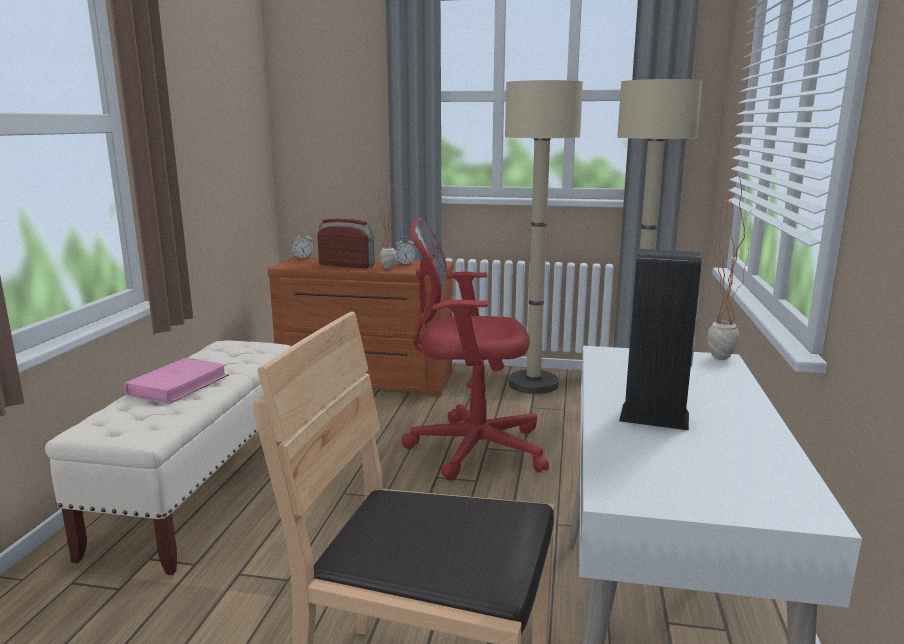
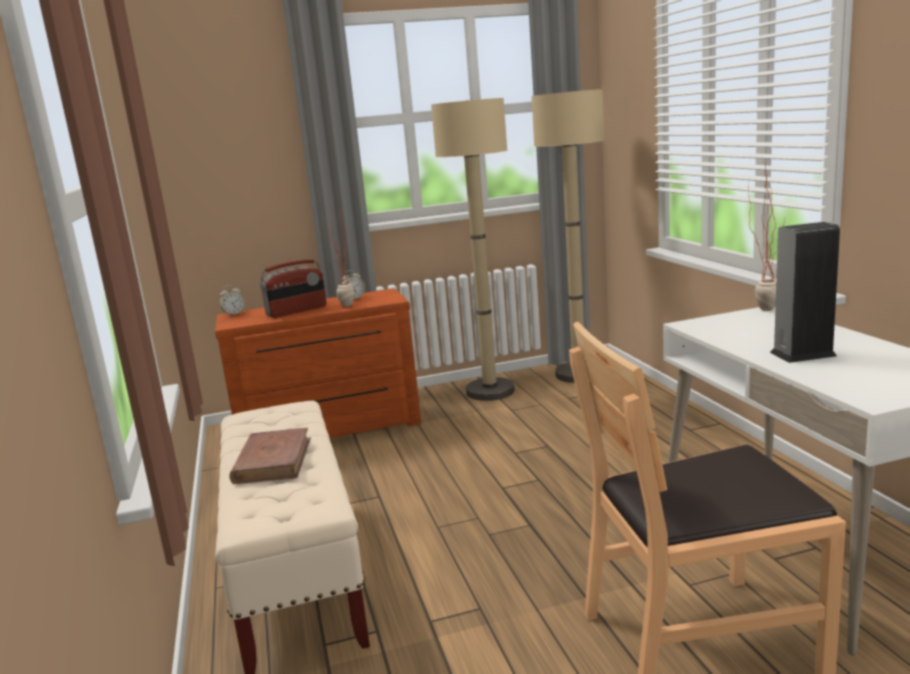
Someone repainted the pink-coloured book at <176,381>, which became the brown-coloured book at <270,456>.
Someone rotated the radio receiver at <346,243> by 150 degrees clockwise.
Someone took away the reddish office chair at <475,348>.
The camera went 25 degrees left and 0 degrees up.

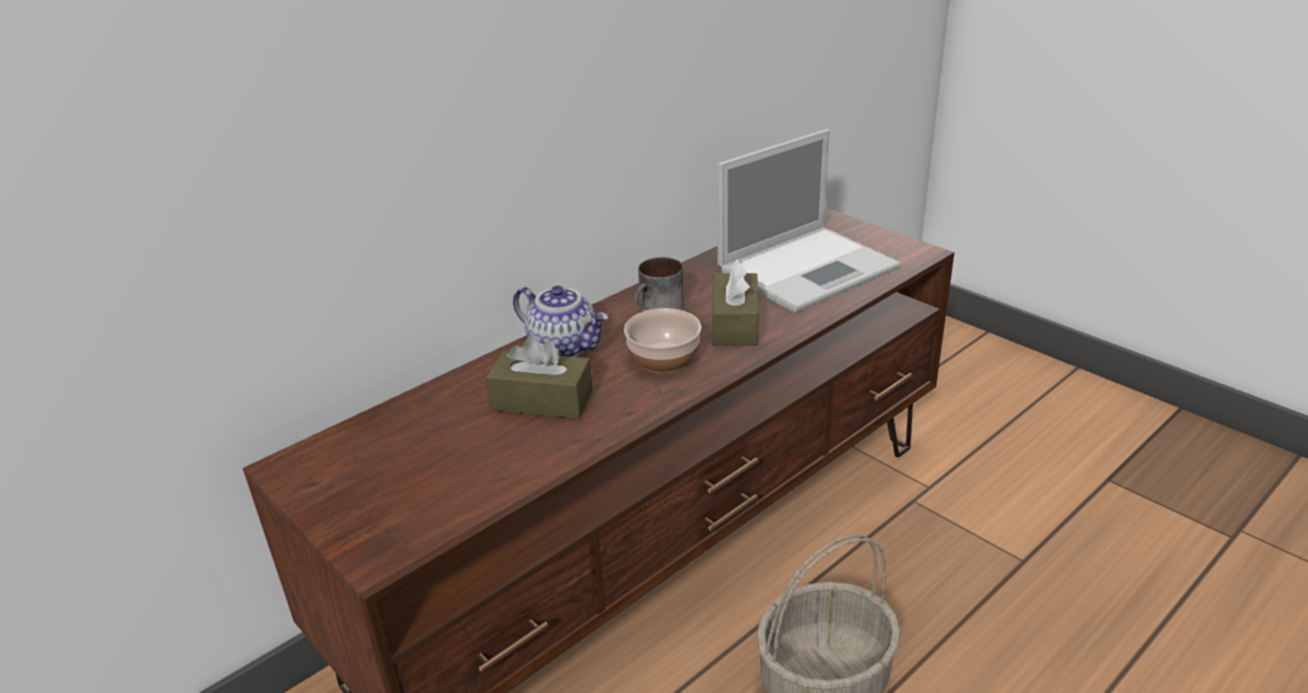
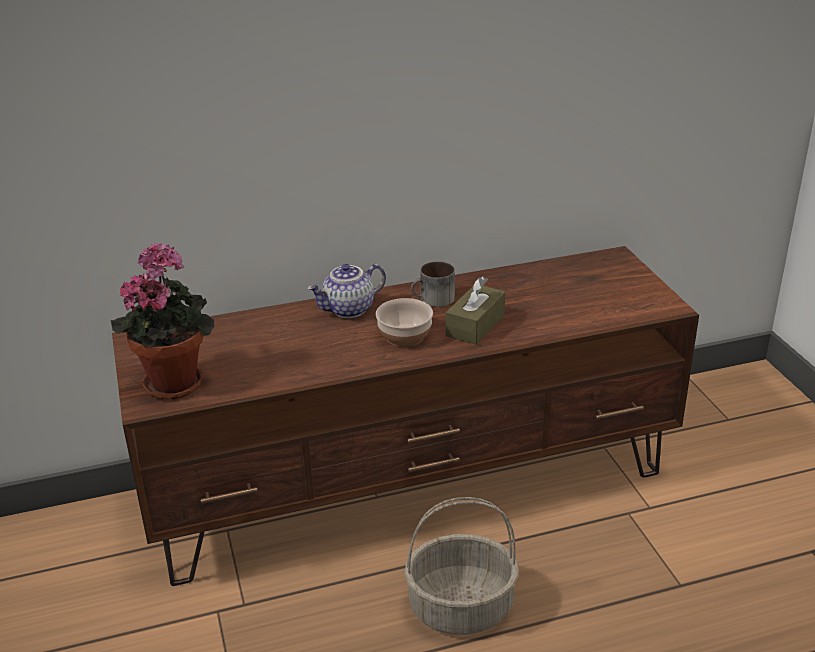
Someone took away the brown-coloured box of tissues at <539,377>.
Someone rotated the tea pot at <560,321> by 90 degrees clockwise.
Someone took away the portable computer at <809,221>.
Someone put down the houseplant at <162,321>.
The camera went 25 degrees right and 0 degrees up.

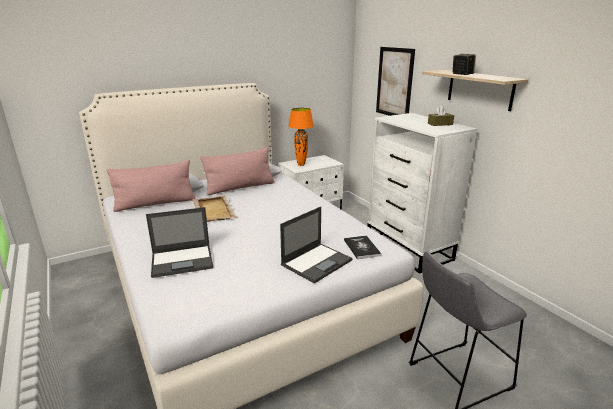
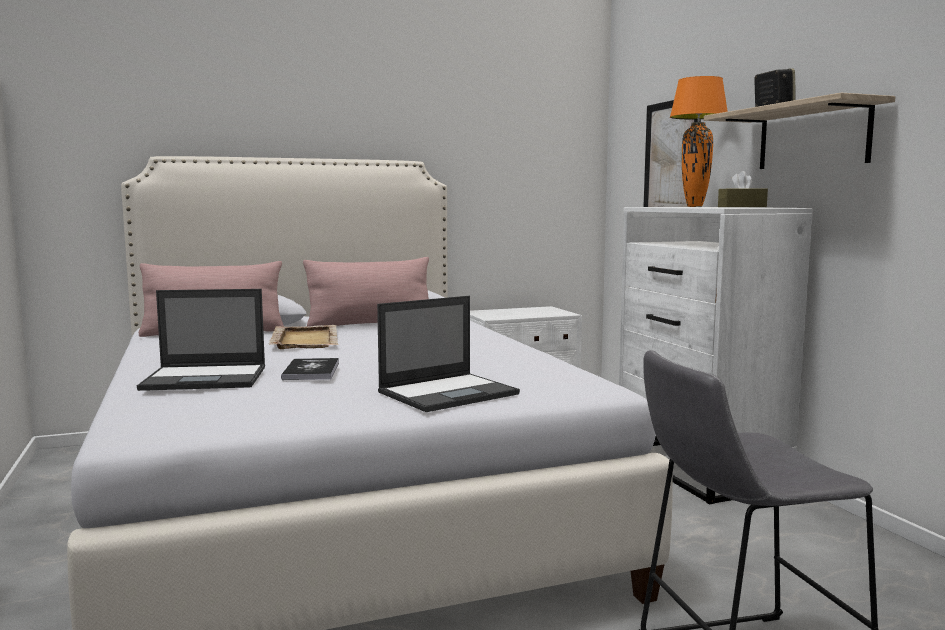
Someone carried the orange-coloured tabletop lamp from <301,137> to <699,141>.
Someone carried the book from <362,247> to <310,369>.
The camera went 10 degrees right and 15 degrees down.

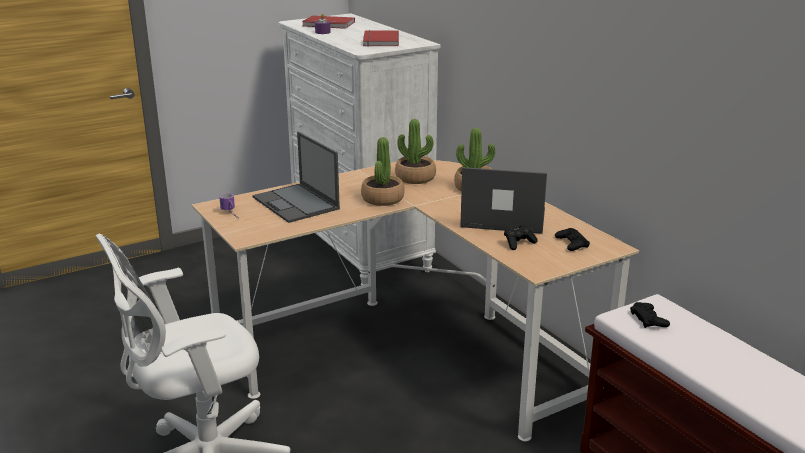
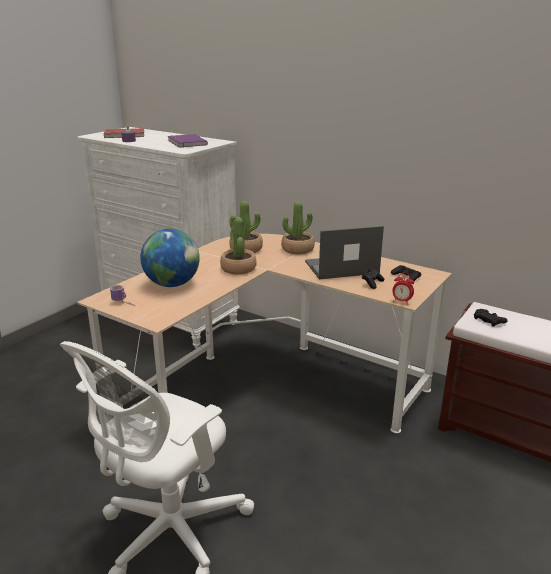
Someone swapped the portable computer at <296,177> for the world globe at <170,258>.
Someone repainted the reddish book at <381,38>, which became the purple-coloured book at <188,141>.
Someone put down the bedside clock at <403,289>.
The camera went 25 degrees left and 0 degrees up.

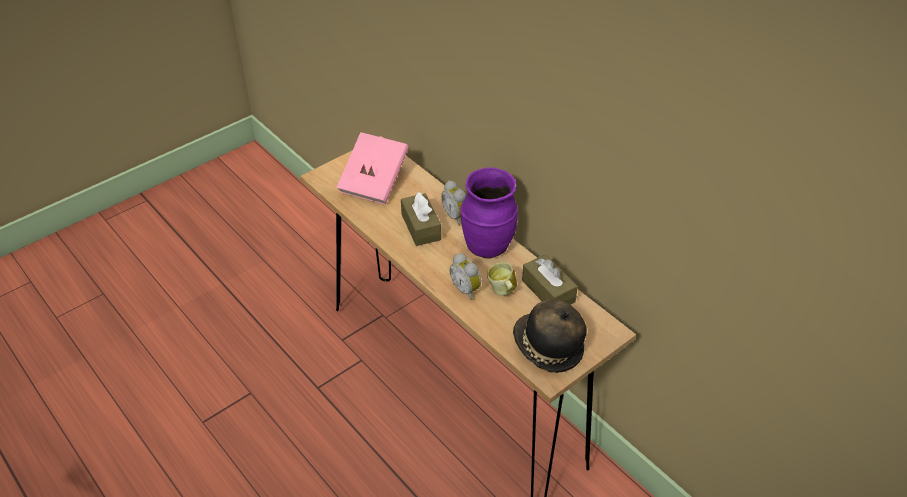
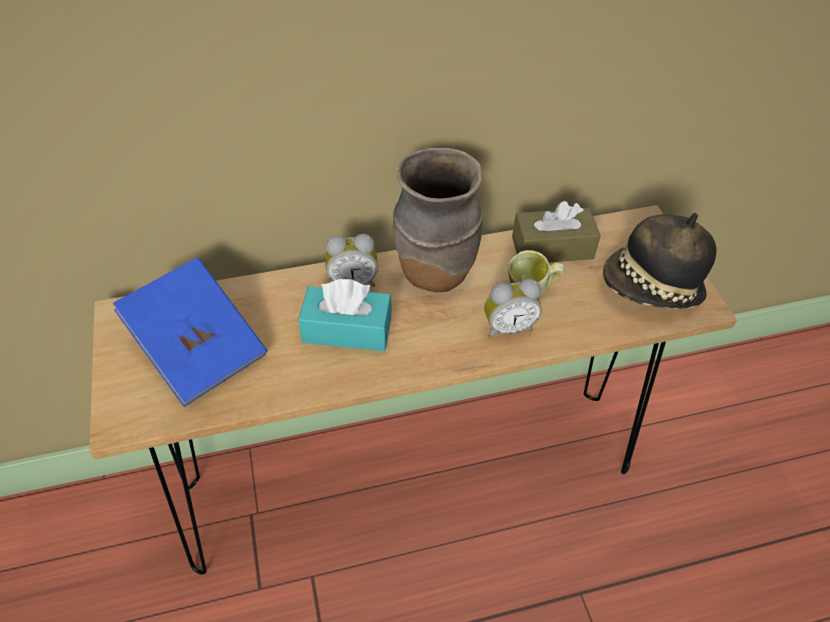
Someone repainted the pink-coloured book at <372,168>, which became the bluish book at <190,332>.
Someone repainted the brown-coloured box of tissues at <421,219>, which became the blue-green box of tissues at <345,315>.
Someone repainted the purple-coloured decorative vase at <489,212>, which became the brown-coloured decorative vase at <438,220>.
The camera went 65 degrees left and 5 degrees up.

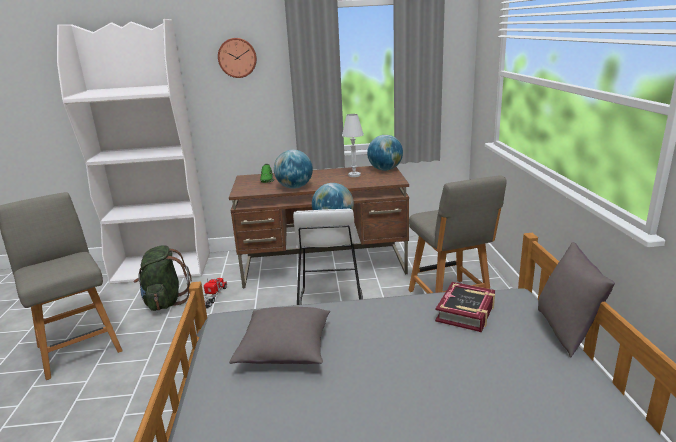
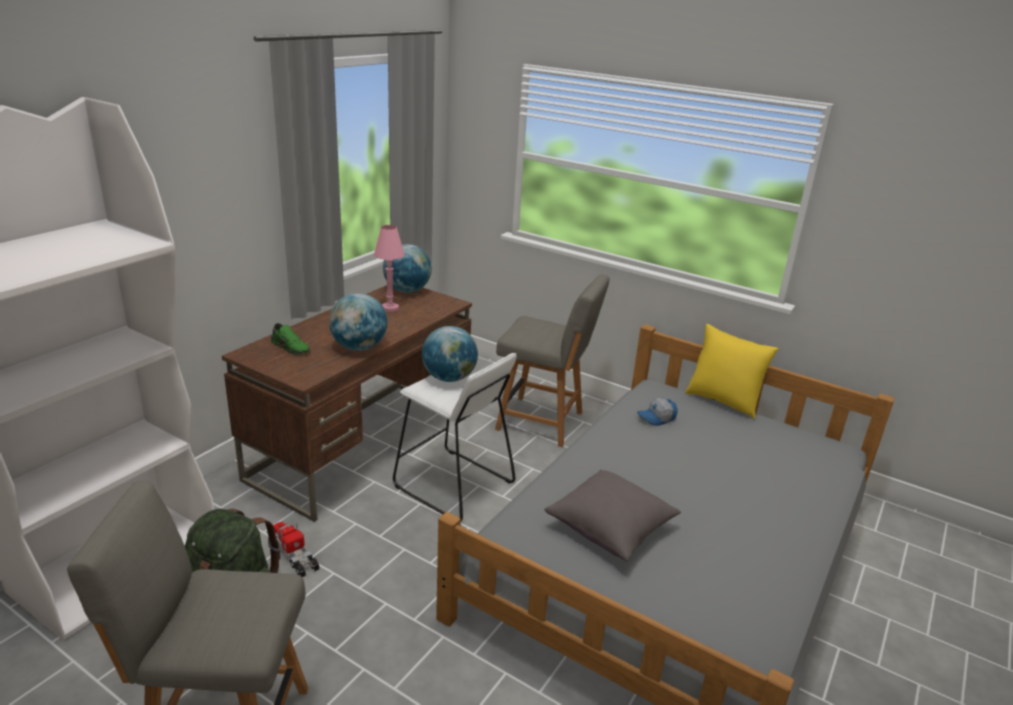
Someone took away the hanging clock at <237,58>.
Someone repainted the whitish tabletop lamp at <353,145>, which became the pink-coloured tabletop lamp at <389,268>.
Someone swapped the book at <465,307> for the peaked cap at <657,412>.
Someone repainted the gray cushion at <576,300>, which became the yellow-coloured cushion at <732,371>.
The camera went 55 degrees left and 5 degrees up.

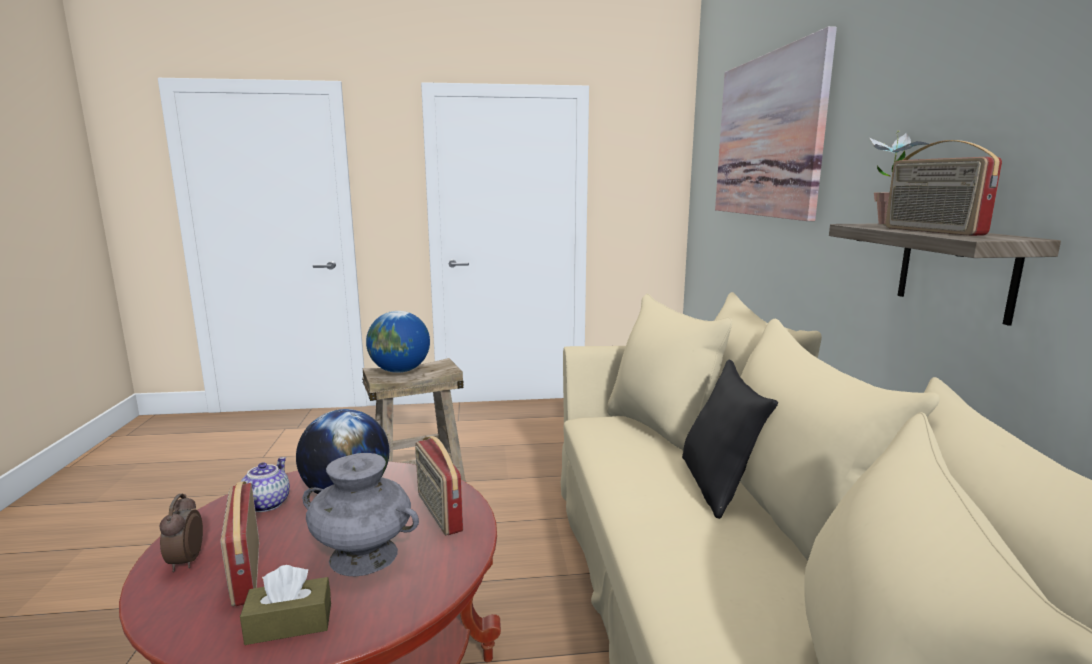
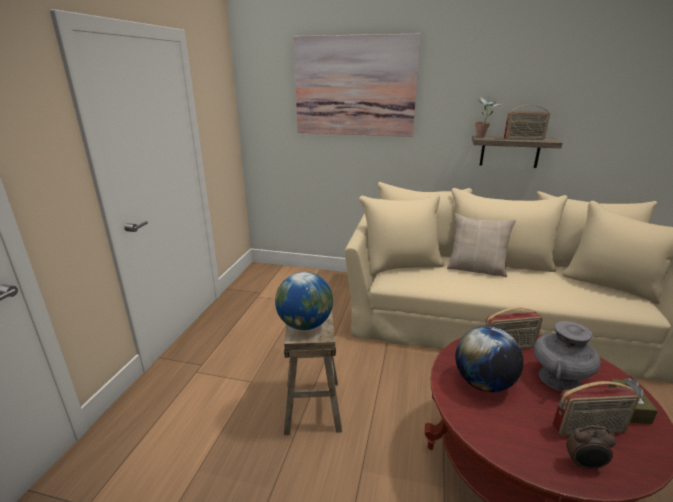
Someone took away the tea pot at <265,484>.
Someone repainted the black-coloured cushion at <730,439>, which became the beige-coloured cushion at <481,245>.
The camera went 70 degrees left and 10 degrees up.

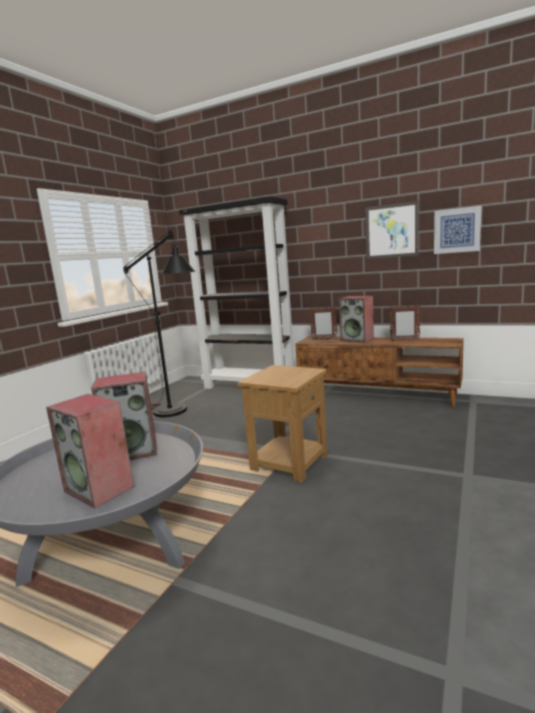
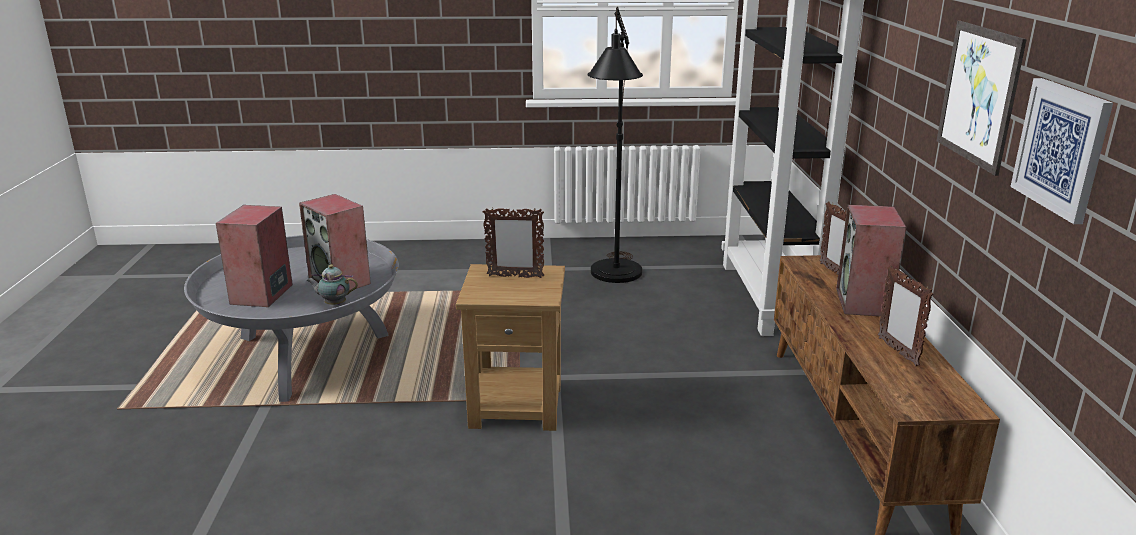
Someone put down the tea pot at <332,284>.
Someone put down the photo frame at <513,243>.
The camera went 60 degrees right and 10 degrees up.

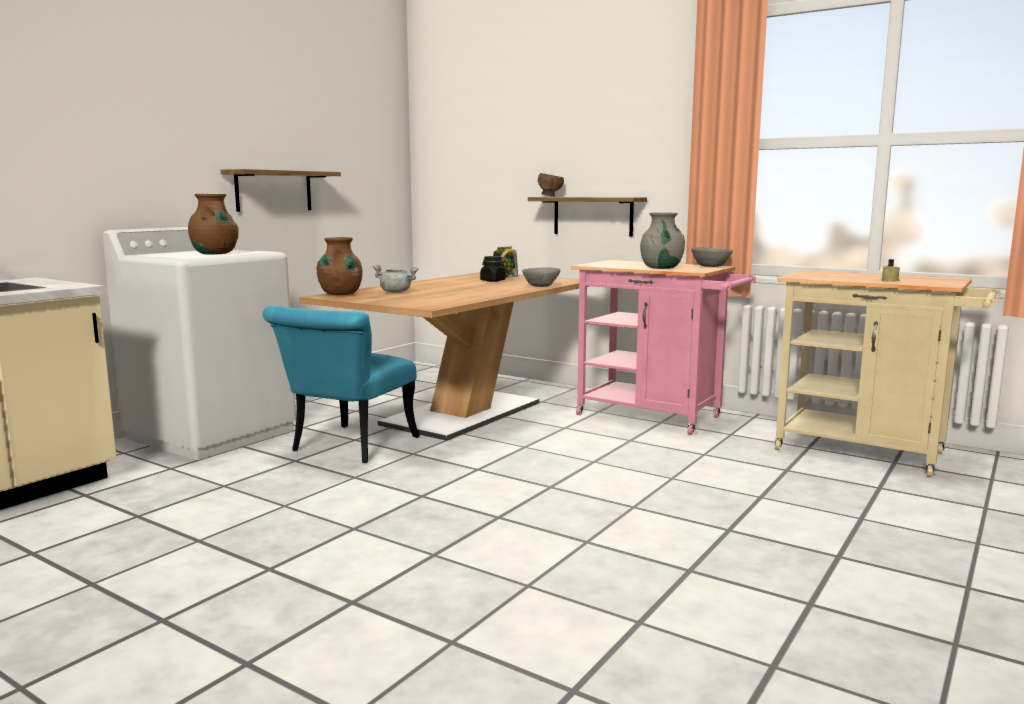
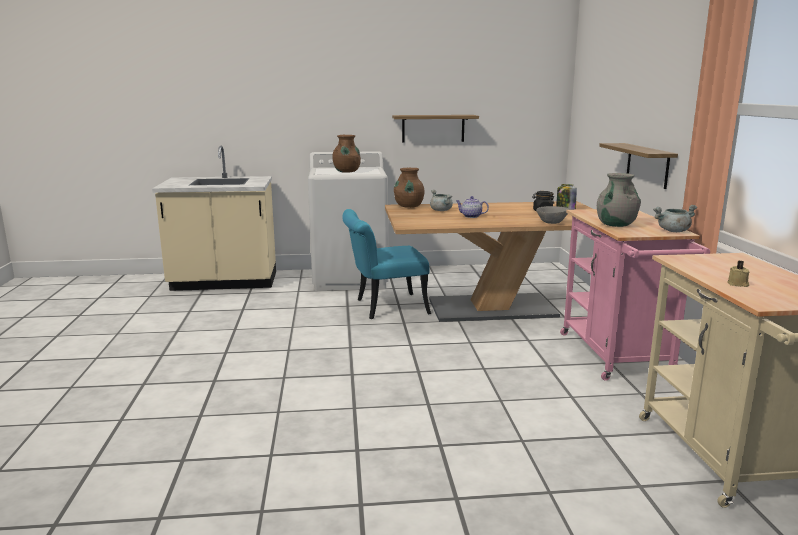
Someone took away the brown-coloured serving bowl at <551,185>.
Someone swapped the gray serving bowl at <712,257> for the gray stockpot at <675,218>.
Someone put down the tea pot at <472,207>.
The camera went 50 degrees right and 5 degrees up.

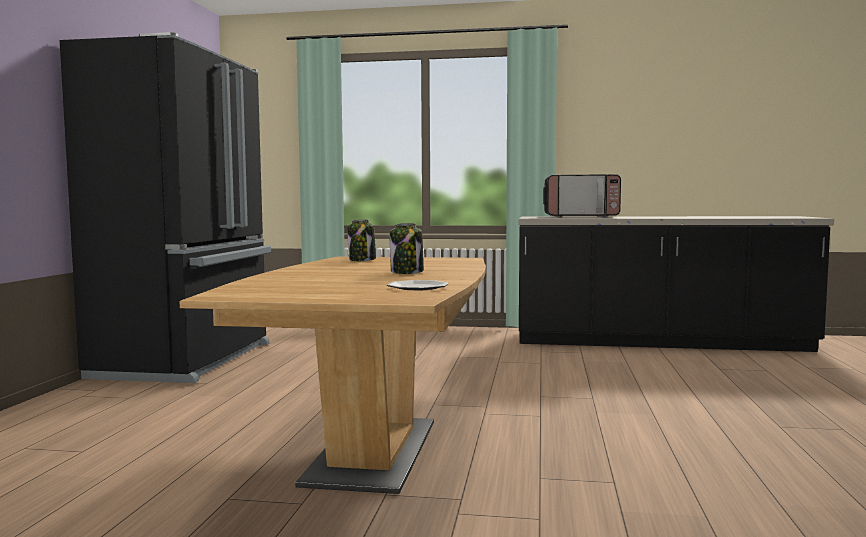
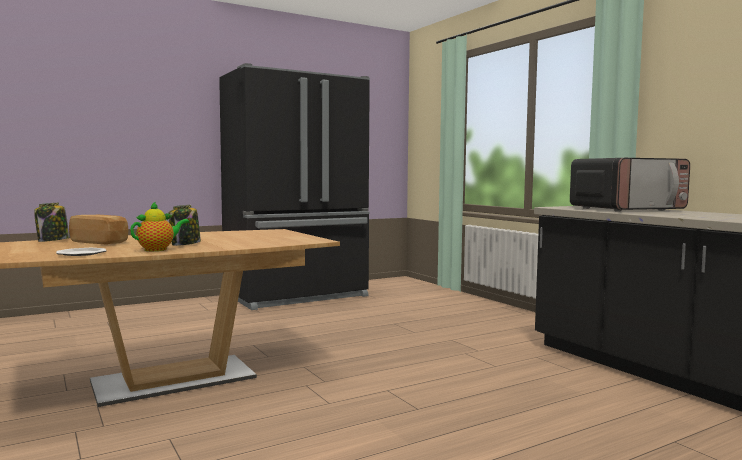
Someone carried the preserve jar from <361,240> to <52,222>.
Someone rotated the microwave oven at <582,196> by 75 degrees counterclockwise.
Someone put down the bread at <99,229>.
Someone put down the tea pot at <159,226>.
The camera went 50 degrees right and 0 degrees up.

